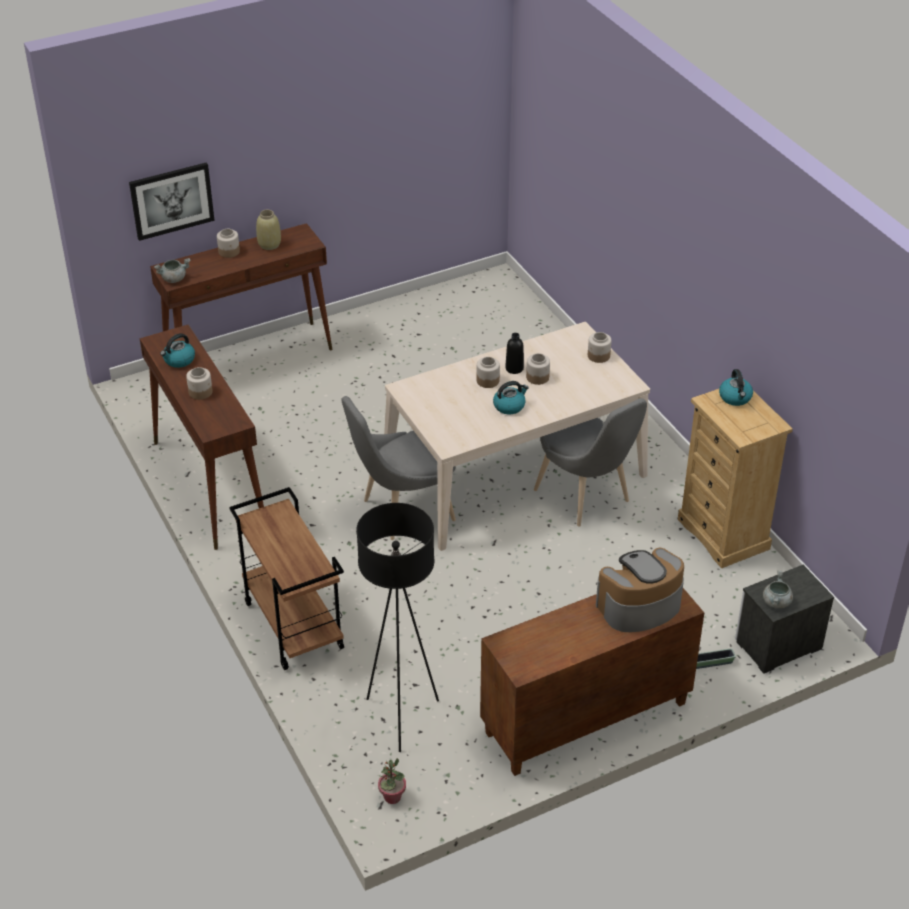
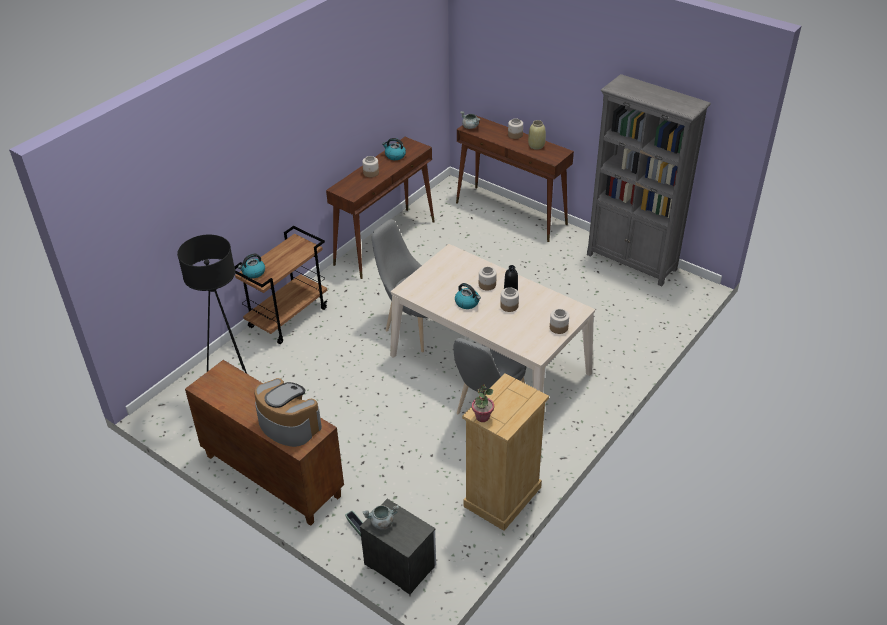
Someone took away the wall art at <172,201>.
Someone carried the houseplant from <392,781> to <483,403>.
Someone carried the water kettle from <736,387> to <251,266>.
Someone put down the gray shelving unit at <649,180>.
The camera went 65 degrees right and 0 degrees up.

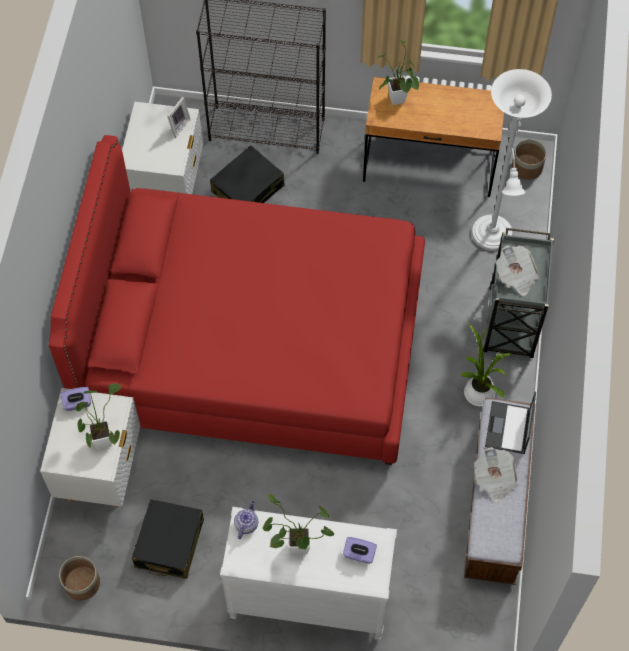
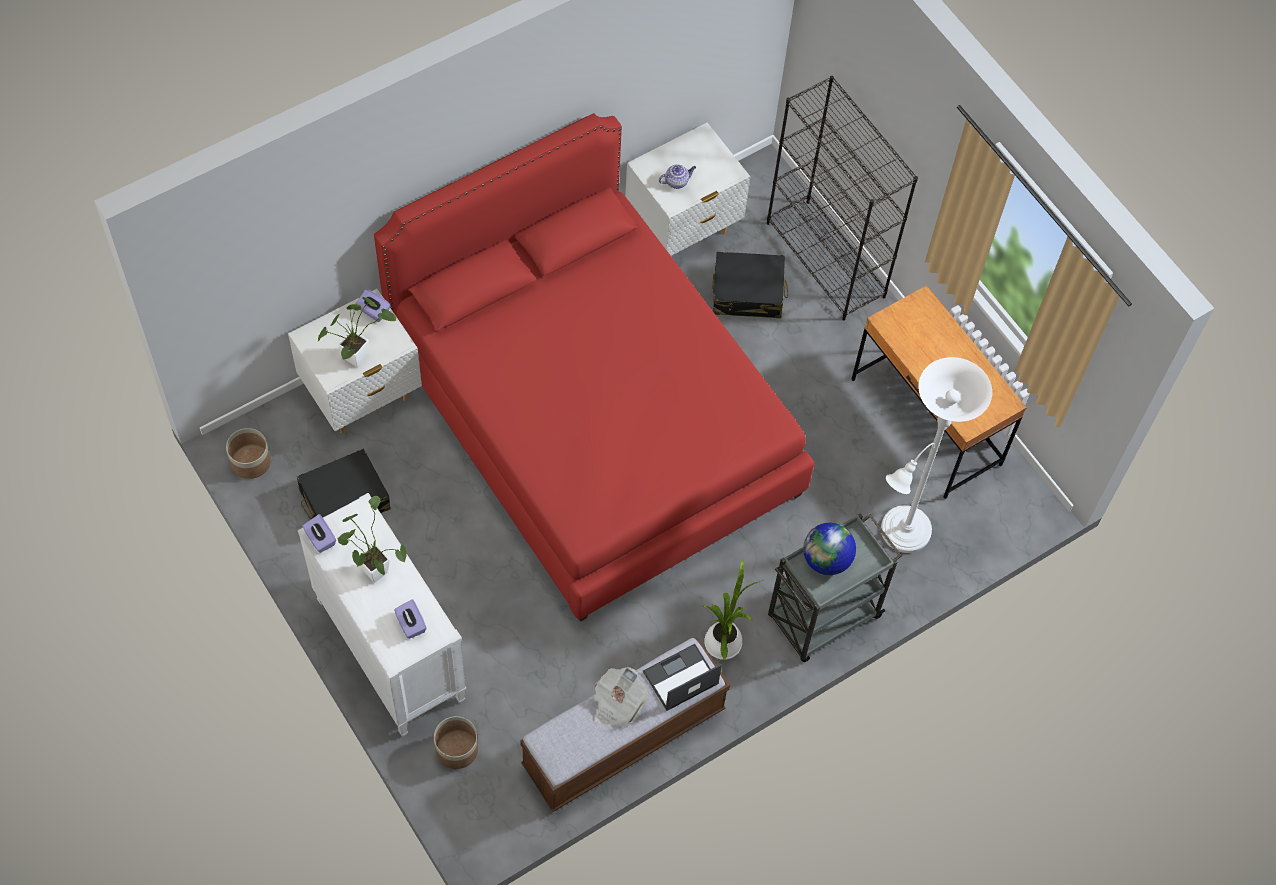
Someone took away the photo frame at <179,117>.
Someone carried the tea pot from <246,520> to <677,177>.
Someone took away the houseplant at <398,72>.
Someone swapped the daily paper at <517,270> for the world globe at <829,549>.
Someone carried the plant pot from <529,159> to <456,742>.
Someone put down the purple-coloured box of tissues at <319,533>.
The camera went 45 degrees right and 0 degrees up.

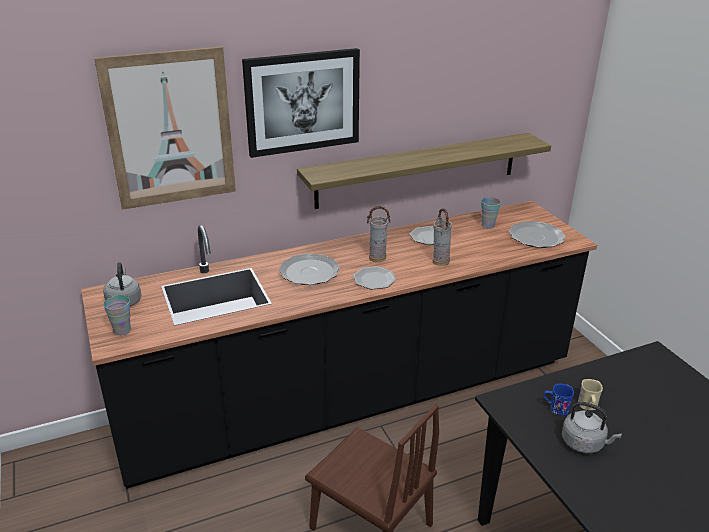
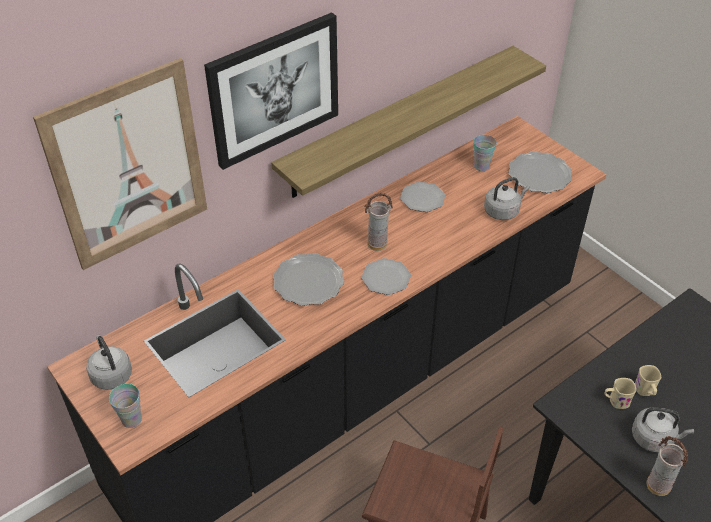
Someone carried the decorative vase from <442,237> to <667,466>.
Someone repainted the bluish coffee mug at <559,399>, which became the beige-coloured coffee mug at <620,393>.
Someone put down the gray water kettle at <507,198>.
The camera went 15 degrees left and 15 degrees up.

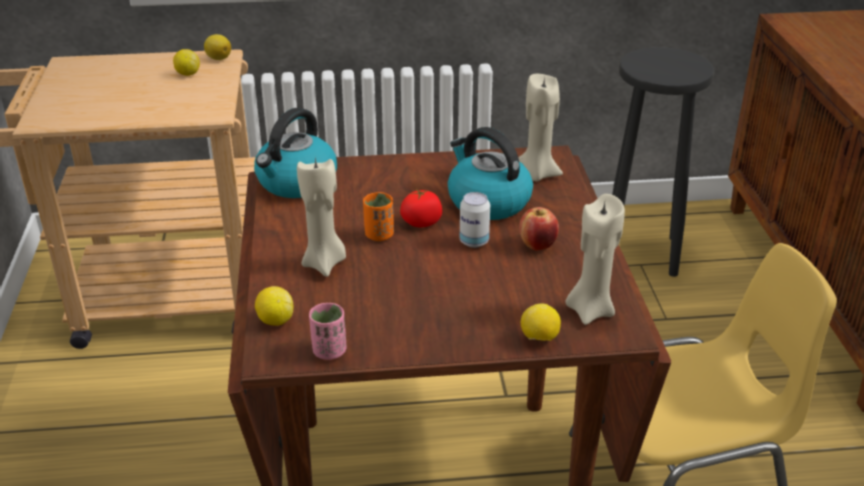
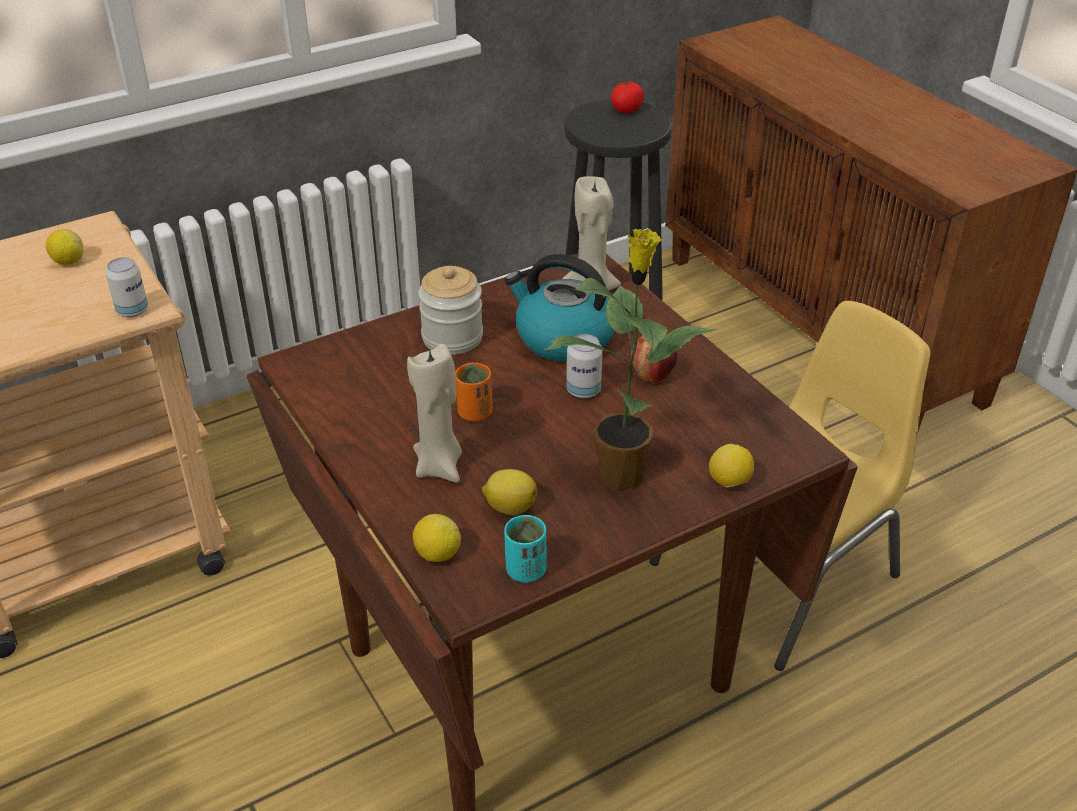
Someone carried the citrus fruit from <217,47> to <509,492>.
Someone took away the water kettle at <295,153>.
Someone repainted the pink-coloured cup at <328,331>, which became the blue-green cup at <525,549>.
Someone carried the tomato from <421,207> to <627,97>.
Someone took away the beige-coloured wax light at <595,259>.
Someone put down the can at <127,287>.
Someone put down the preserve jar at <450,310>.
Someone put down the houseplant at <631,360>.
The camera went 25 degrees left and 5 degrees up.

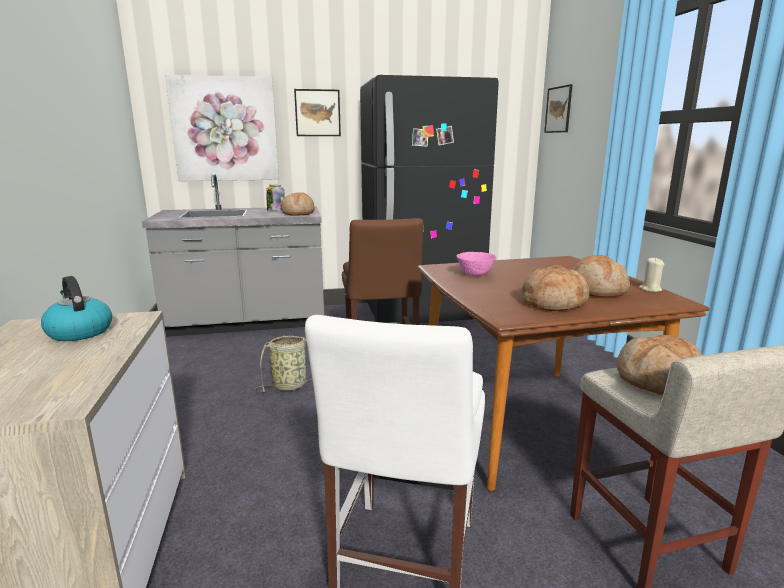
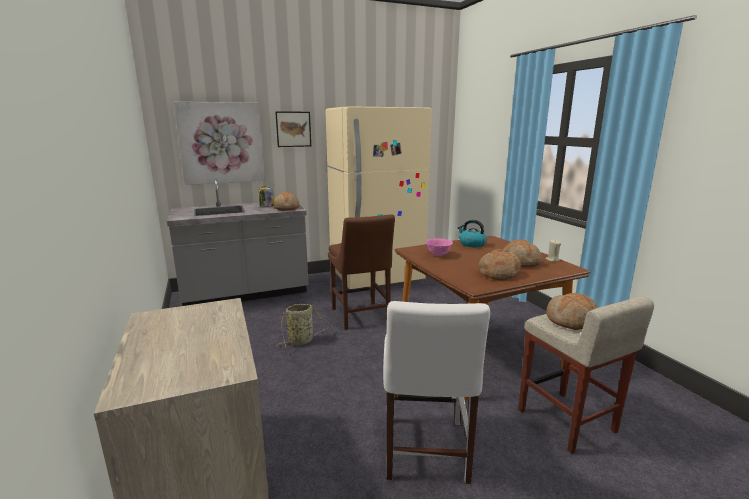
Someone carried the water kettle from <76,308> to <472,233>.
Someone repainted the black-coloured refrigerator at <429,199>, which became the beige-coloured refrigerator at <378,197>.
Someone took away the wall art at <558,108>.
The camera went 10 degrees left and 0 degrees up.

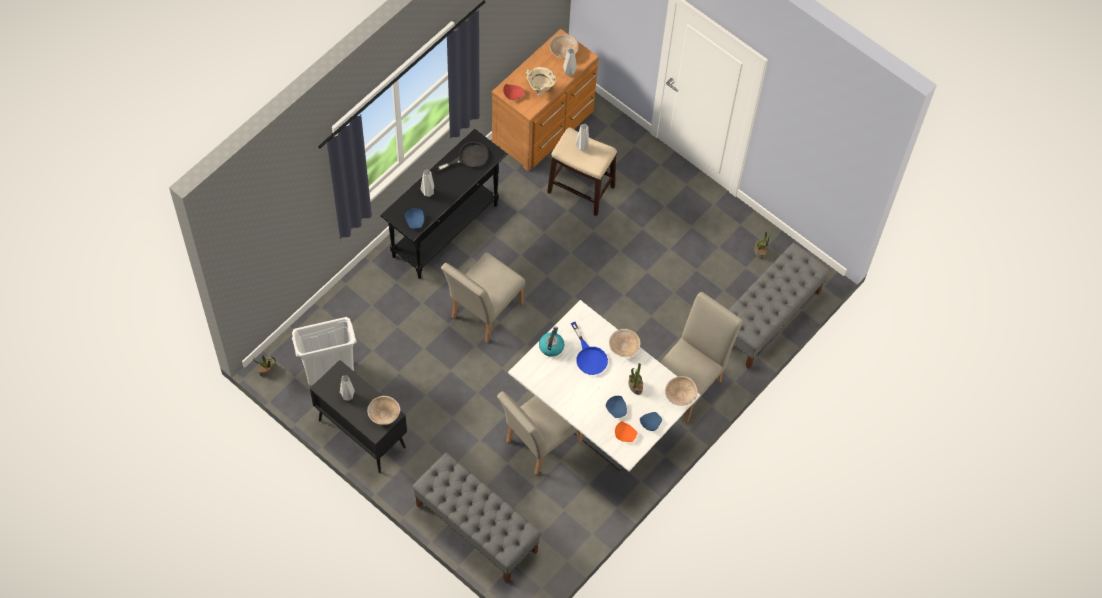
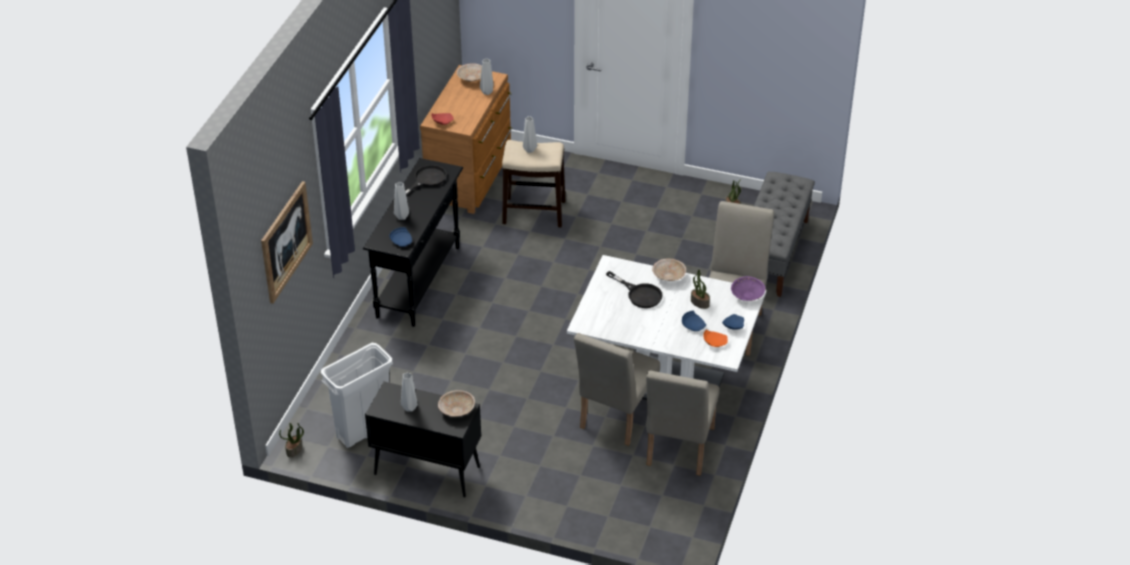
Someone took away the gray indoor bench at <477,518>.
Someone carried the beige-coloured plain chair from <483,298> to <682,423>.
Someone took away the beige-coloured stockpot at <541,81>.
Someone took away the water kettle at <551,341>.
Someone repainted the bluish pan at <589,348>, which became the black-coloured pan at <634,289>.
Someone repainted the beige-coloured serving bowl at <681,391>, which became the purple-coloured serving bowl at <748,288>.
Someone put up the wall art at <287,242>.
The camera went 20 degrees left and 20 degrees down.

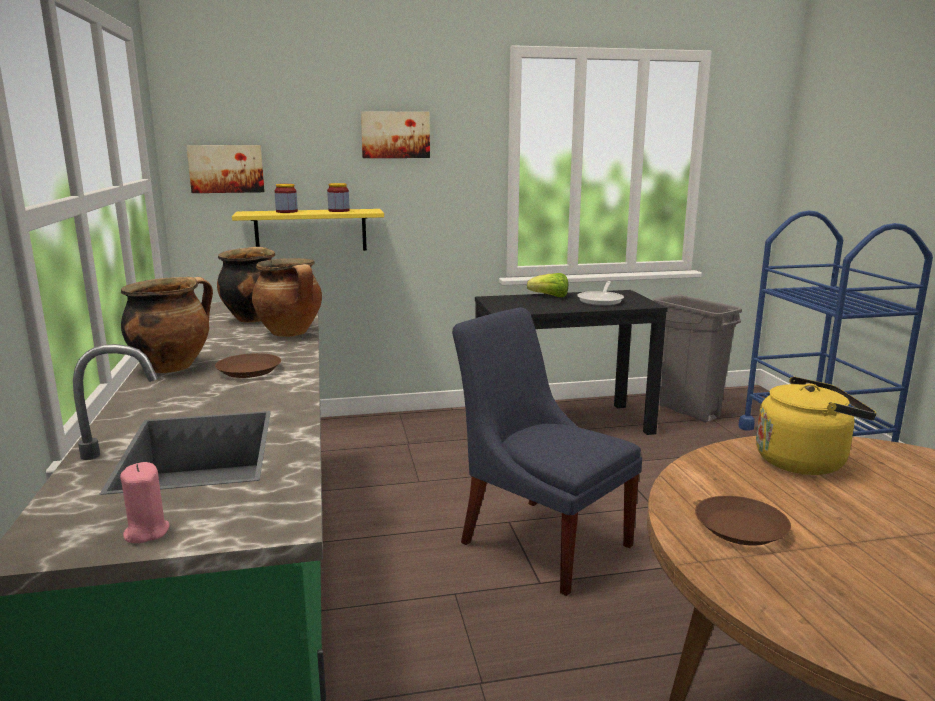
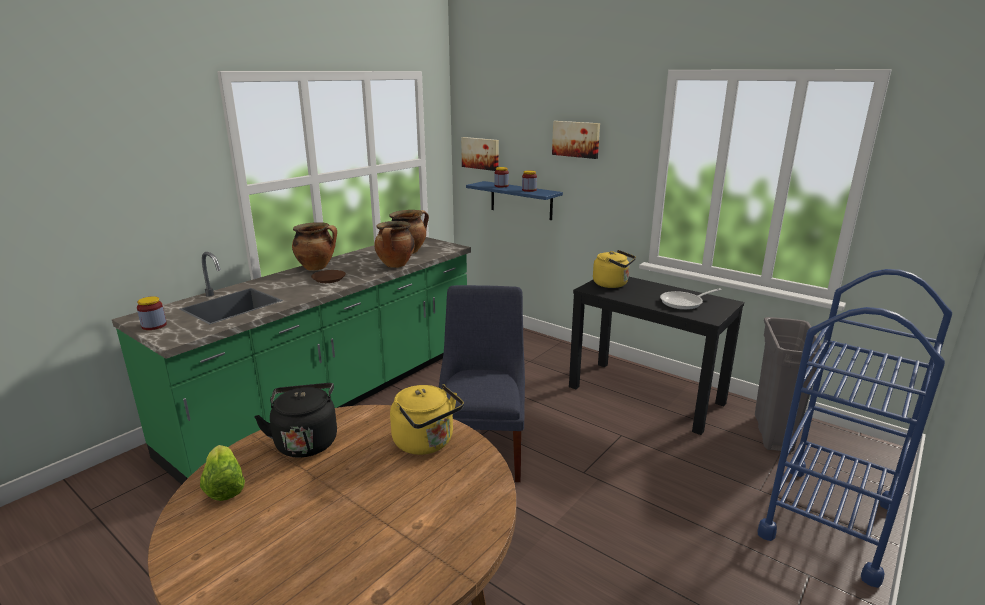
Someone swapped the pink-coloured wax light at <145,502> for the preserve jar at <152,313>.
Someone repainted the yellow-coloured bracket shelf at <308,230>, which became the bluish bracket shelf at <514,200>.
Someone carried the head of lettuce from <547,285> to <222,473>.
Someone swapped the brown-coloured flat dish at <743,521> for the black-coloured water kettle at <295,420>.
Someone put down the yellow-coloured water kettle at <614,269>.
The camera went 50 degrees right and 5 degrees up.

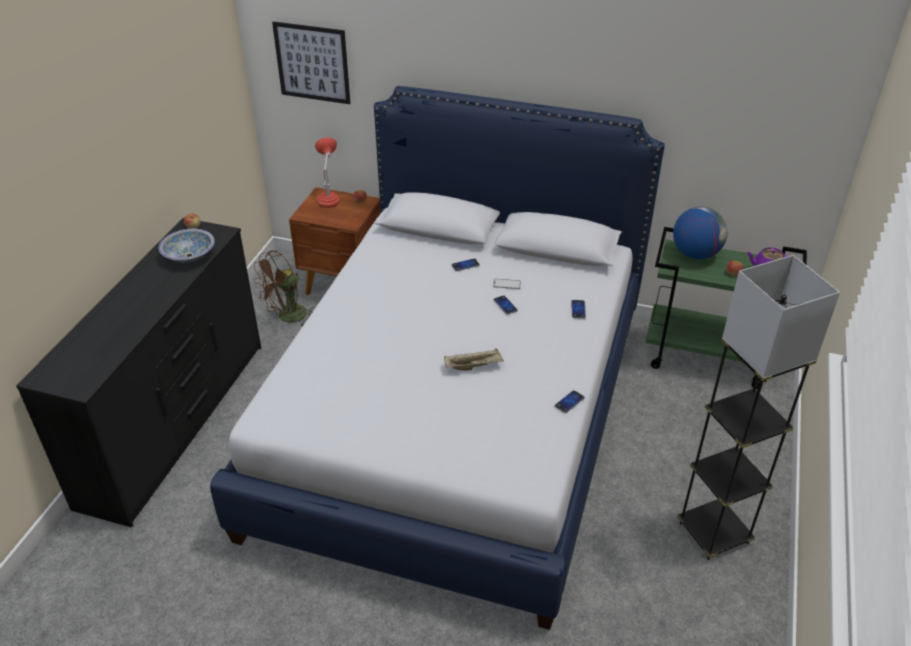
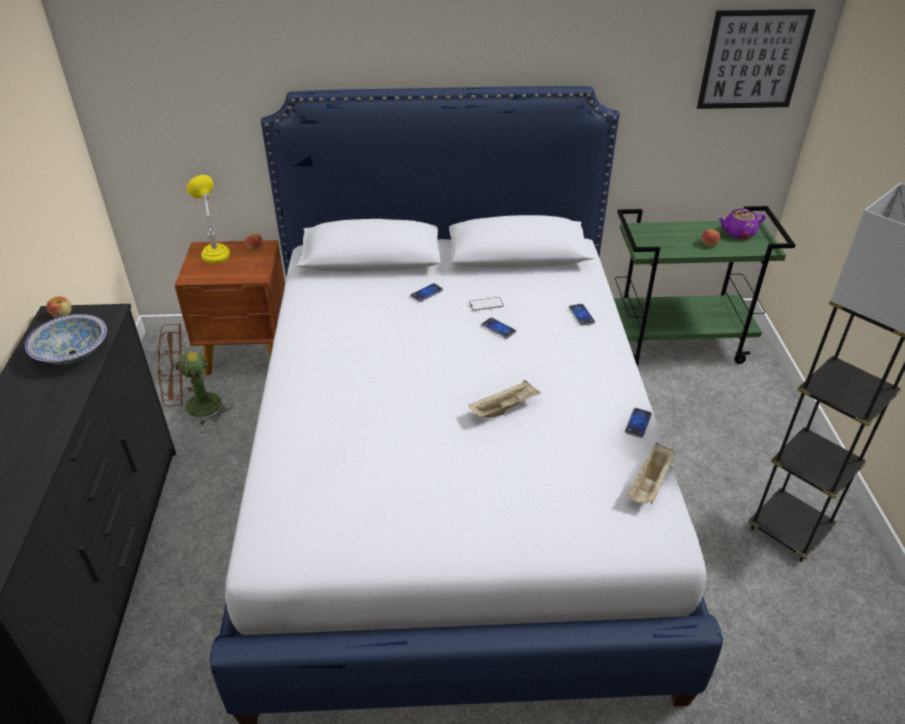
Someone rotated the brown-coloured fan at <284,289> by 45 degrees clockwise.
Someone carried the wall art from <311,62> to <756,59>.
Someone repainted the reddish tabletop lamp at <327,172>, which became the yellow-coloured tabletop lamp at <208,219>.
Someone took away the world globe at <700,232>.
Someone put down the beige-coloured carrying tray at <651,473>.
The camera went 20 degrees left and 0 degrees up.

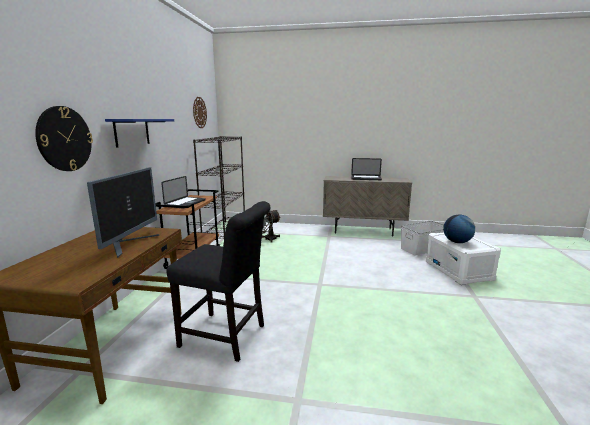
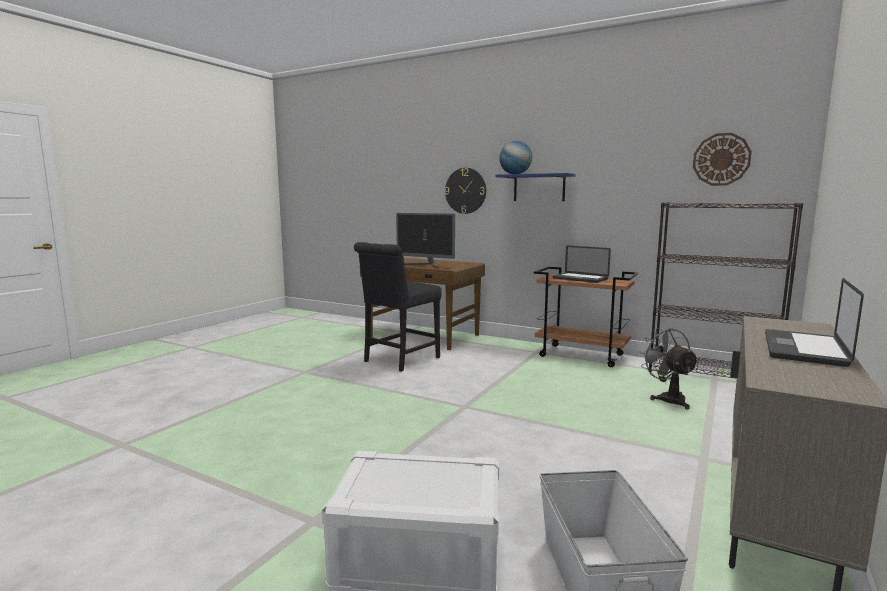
Someone carried the world globe from <459,228> to <515,157>.
The camera went 110 degrees right and 5 degrees down.

